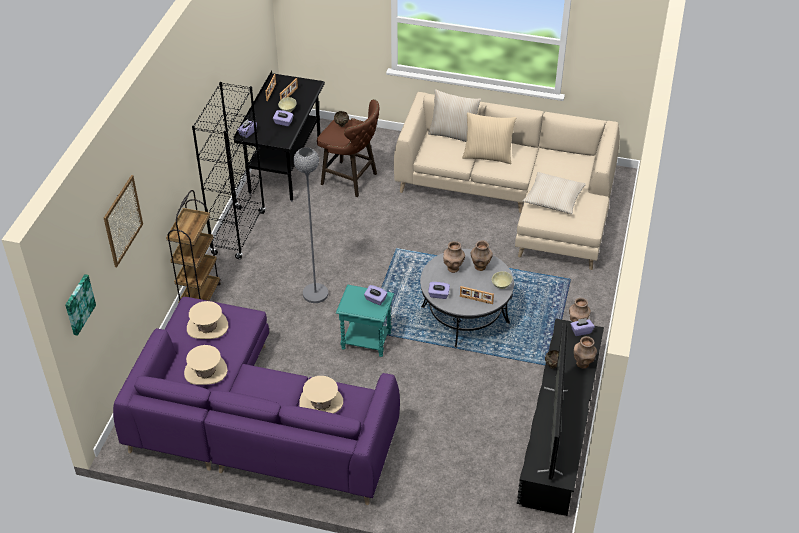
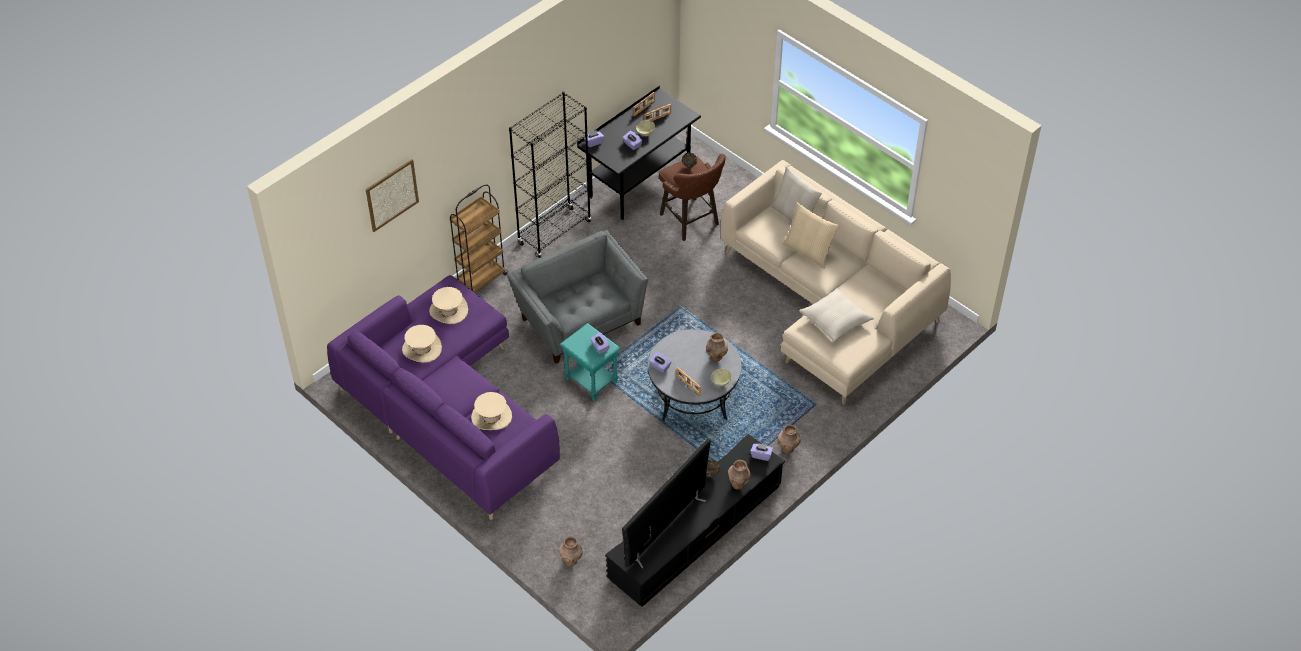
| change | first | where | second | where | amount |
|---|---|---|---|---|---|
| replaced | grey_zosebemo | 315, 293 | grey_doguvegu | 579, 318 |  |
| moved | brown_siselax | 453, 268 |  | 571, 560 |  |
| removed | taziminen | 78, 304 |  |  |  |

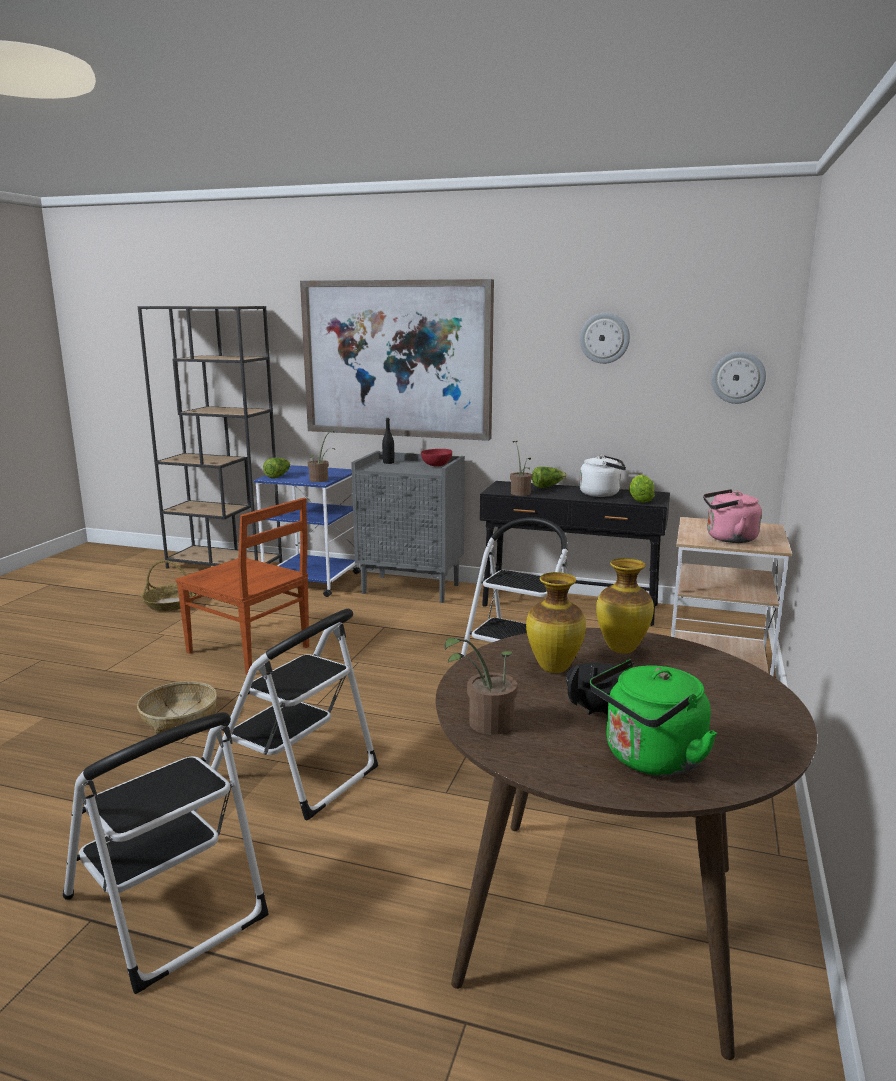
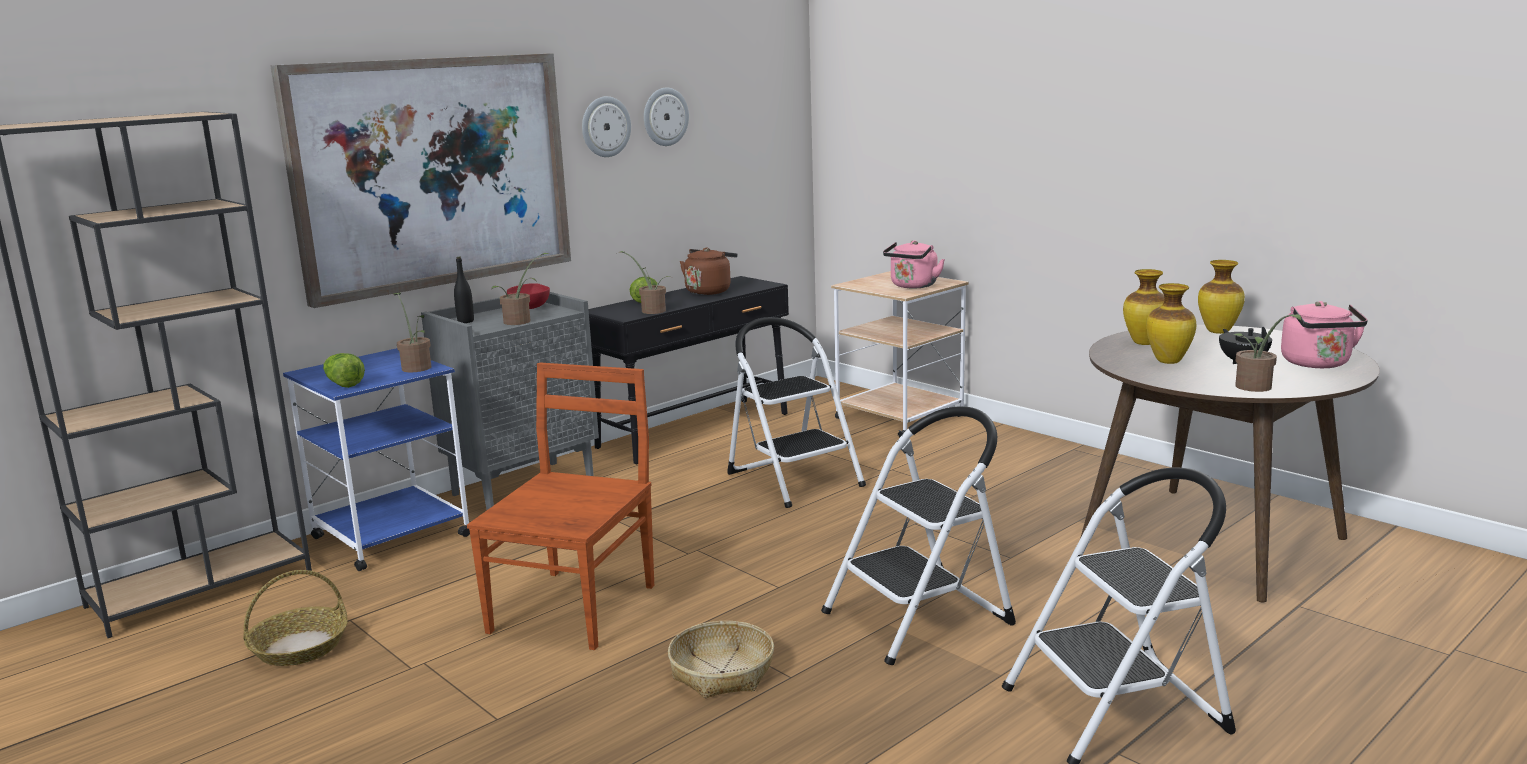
| change | first | where | second | where | amount |
|---|---|---|---|---|---|
| turned | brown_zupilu | 250, 650 |  | 575, 606 | 45 degrees counterclockwise |
| added |  |  | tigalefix | 521, 321 |  |
| moved | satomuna | 738, 377 |  | 605, 126 |  |
| recoloured | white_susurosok | 602, 494 | brown_susurosok | 709, 291 |  |
| added |  |  | siselax | 1219, 332 |  |
| recoloured | green_susurosok | 650, 759 | pink_susurosok | 1318, 364 |  |
| removed | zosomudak | 639, 500 |  |  |  |

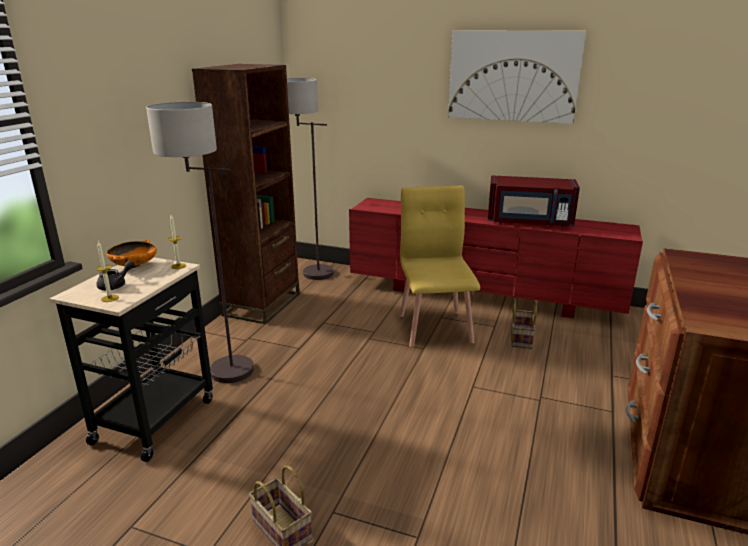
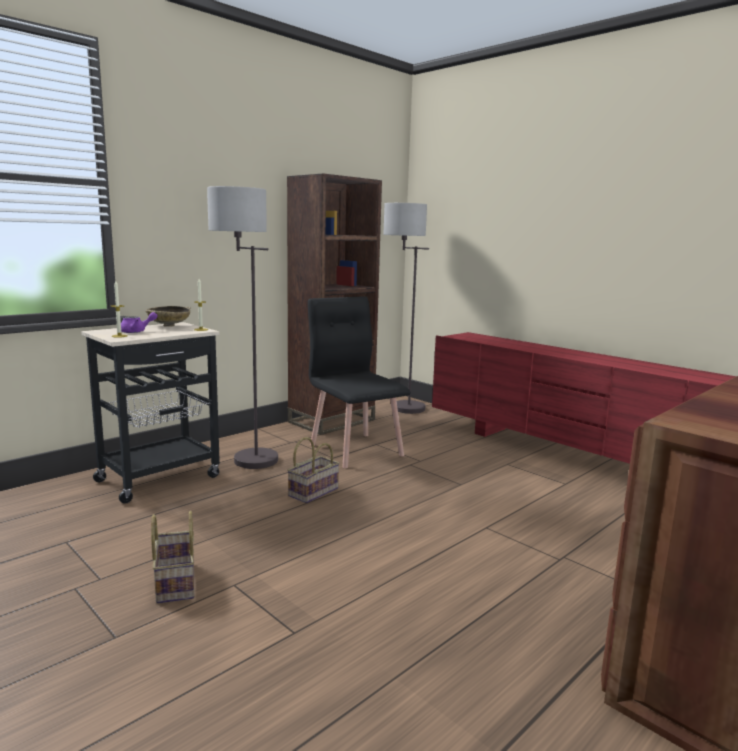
| change | first | where | second | where | amount |
|---|---|---|---|---|---|
| recoloured | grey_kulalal | 116, 285 | purple_kulalal | 137, 331 |  |
| recoloured | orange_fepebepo | 134, 266 | beige_fepebepo | 169, 326 |  |
| moved | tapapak | 520, 338 |  | 313, 491 |  |
| added |  |  | black_zupilu | 356, 449 |  |
| removed | yellow_zupilu | 435, 328 |  |  |  |
| removed | taziminen | 513, 76 |  |  |  |
| removed | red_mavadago | 529, 222 |  |  |  |

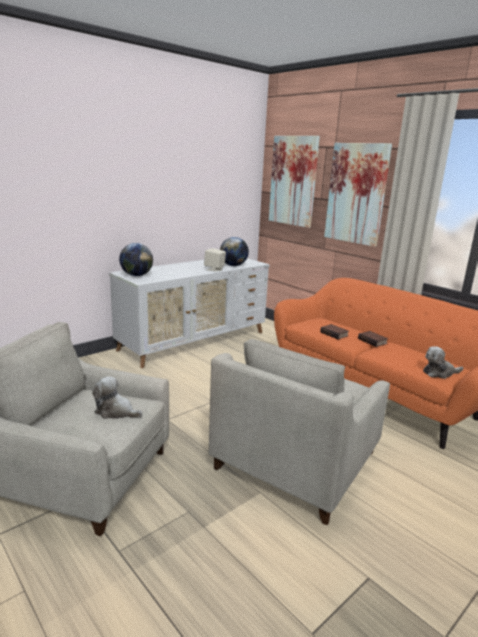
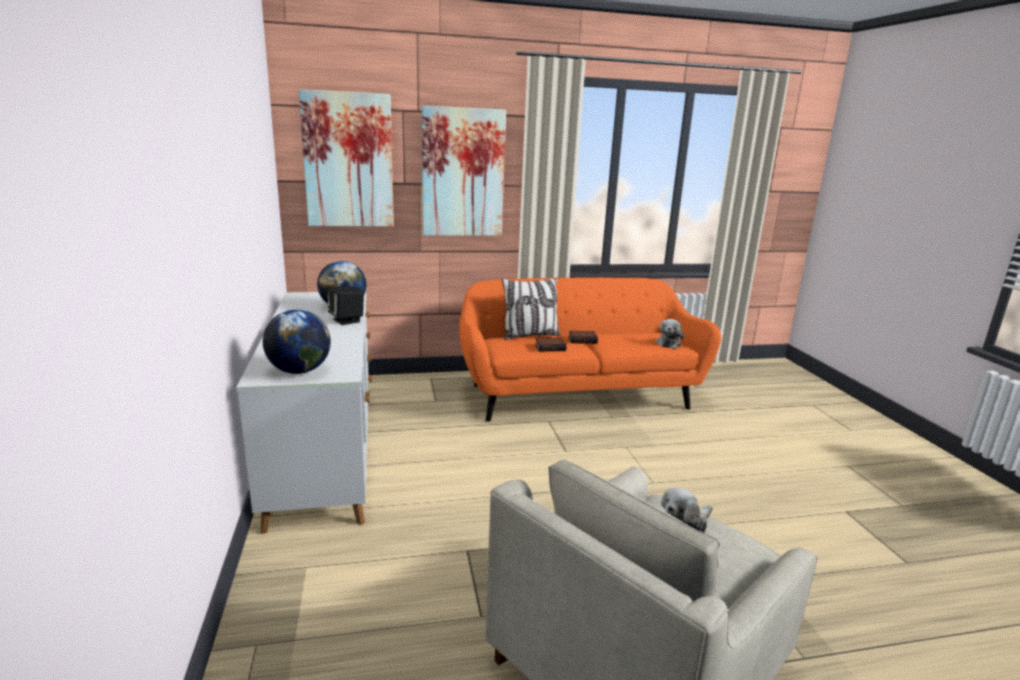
| change | first | where | second | where | amount |
|---|---|---|---|---|---|
| recoloured | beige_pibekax | 214, 269 | black_pibekax | 347, 320 |  |
| added |  |  | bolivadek | 530, 335 |  |
| removed | beige_doguvegu | 298, 460 |  |  |  |

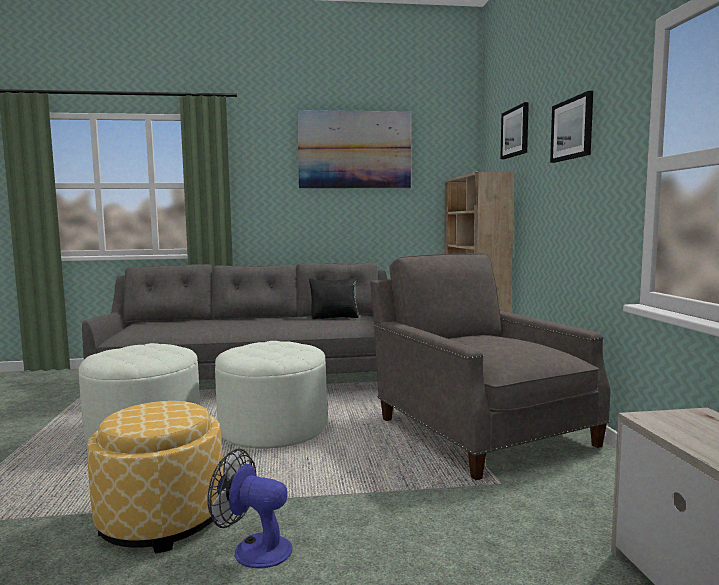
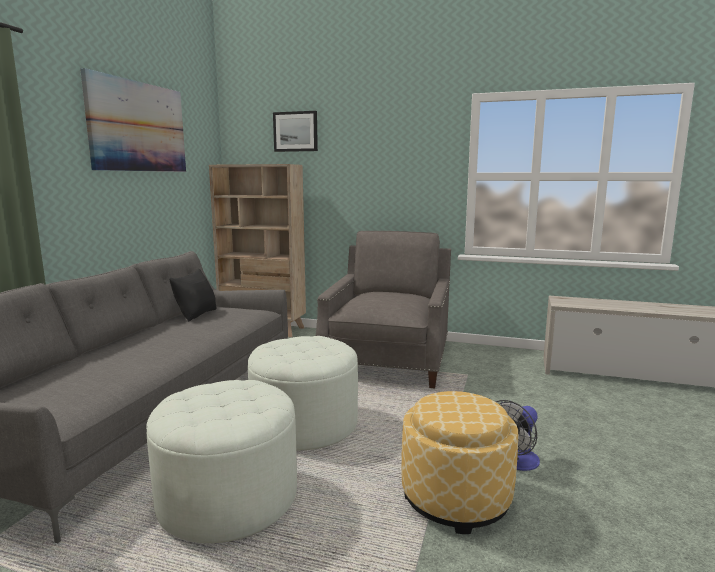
| change | first | where | second | where | amount |
|---|---|---|---|---|---|
| turned | grey_doguvegu | 481, 430 |  | 388, 359 | 105 degrees clockwise |
| removed | taziminen | 572, 129 |  |  |  |

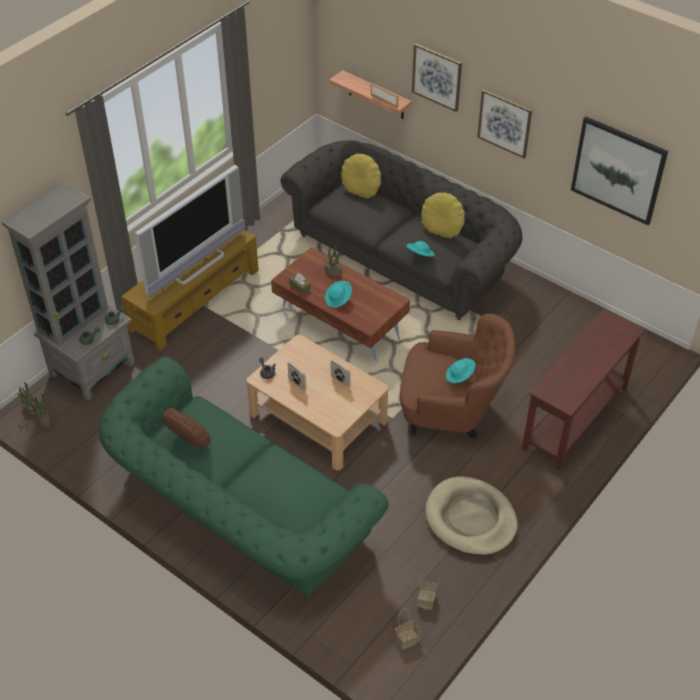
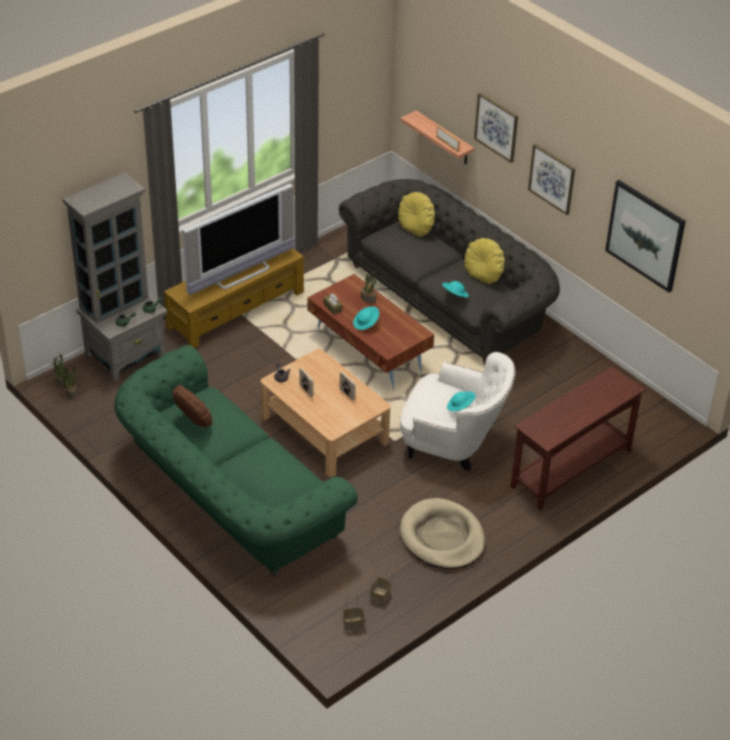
| change | first | where | second | where | amount |
|---|---|---|---|---|---|
| recoloured | brown_doguvegu | 452, 411 | white_doguvegu | 453, 444 |  |

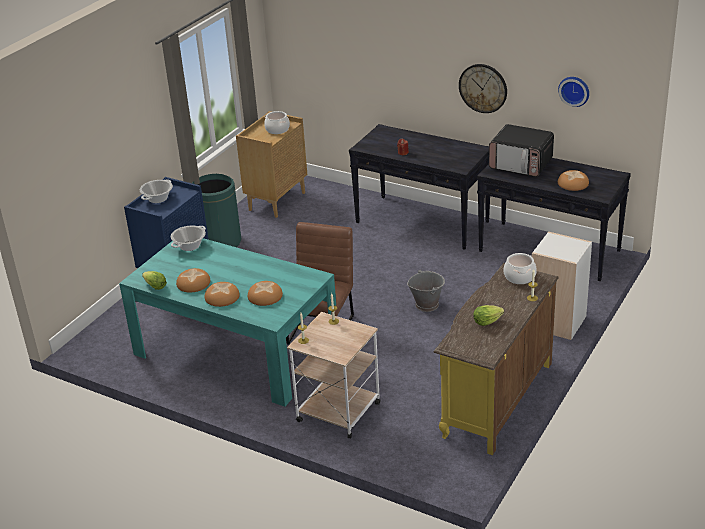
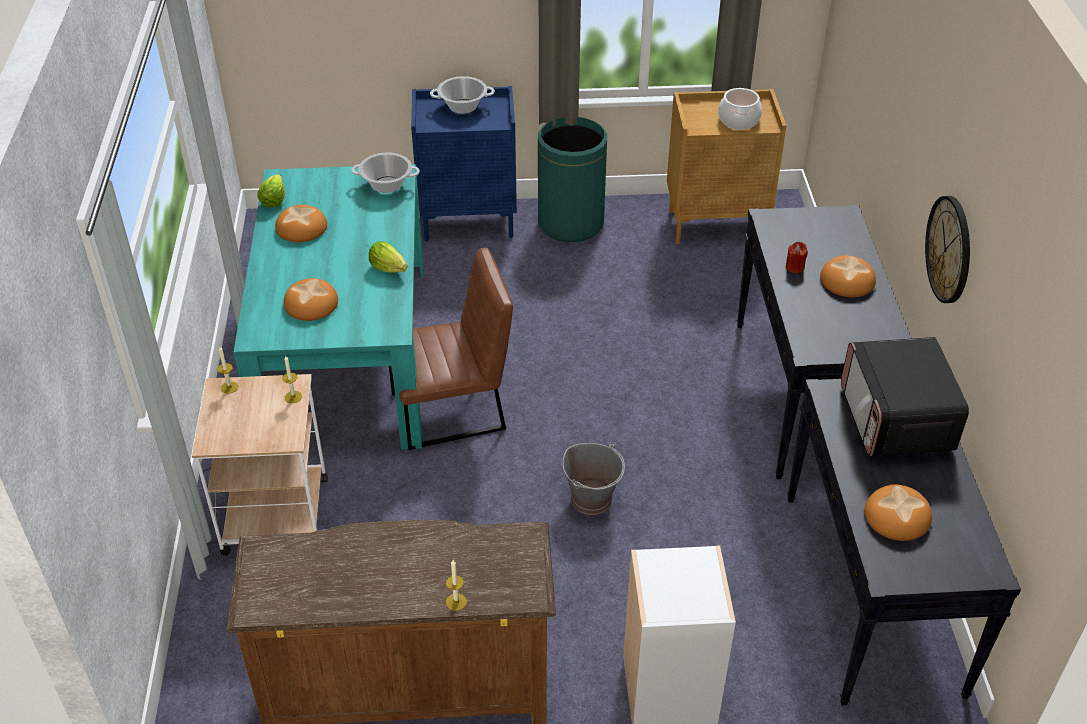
| change | first | where | second | where | amount |
|---|---|---|---|---|---|
| moved | zosomudak | 486, 322 |  | 388, 268 |  |
| moved | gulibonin | 221, 297 |  | 846, 280 |  |
| removed | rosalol | 519, 277 |  |  |  |
| removed | satomuna | 574, 90 |  |  |  |

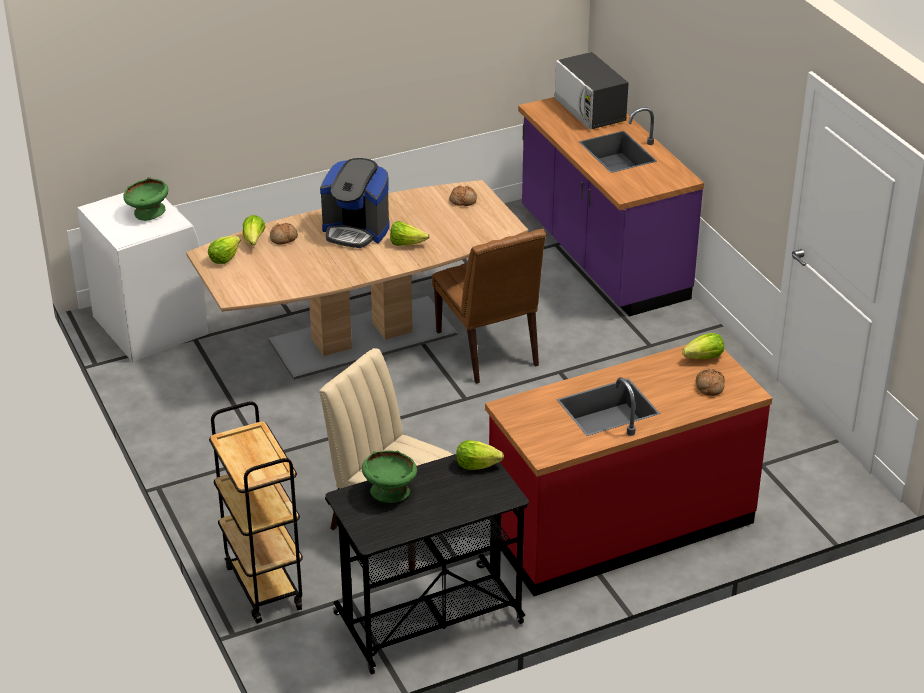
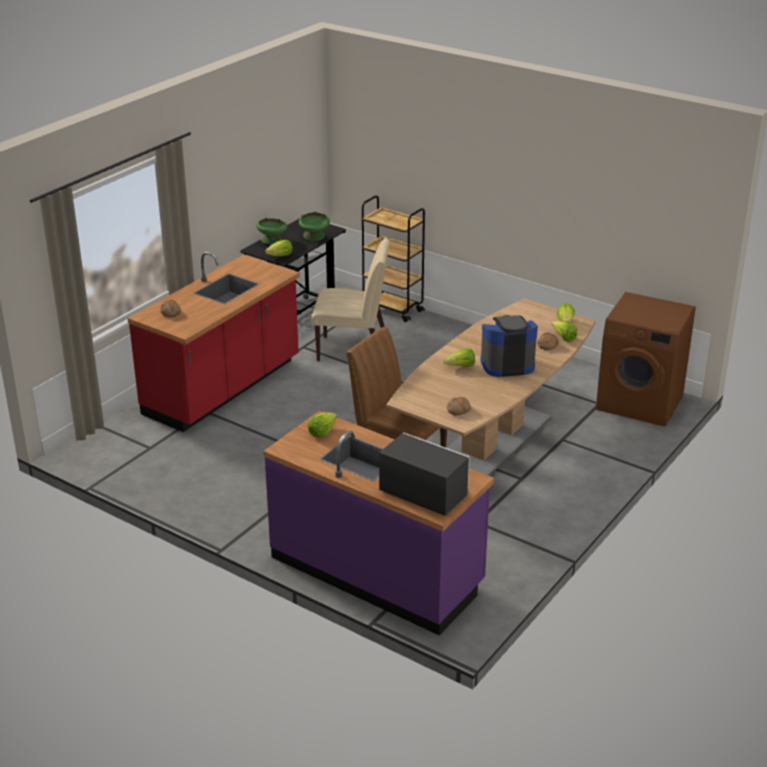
| change | first | where | second | where | amount |
|---|---|---|---|---|---|
| moved | green_fepebepo | 148, 214 |  | 272, 241 |  |
| moved | zosomudak | 704, 358 |  | 321, 432 |  |
| recoloured | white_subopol | 152, 324 | brown_subopol | 639, 403 |  |

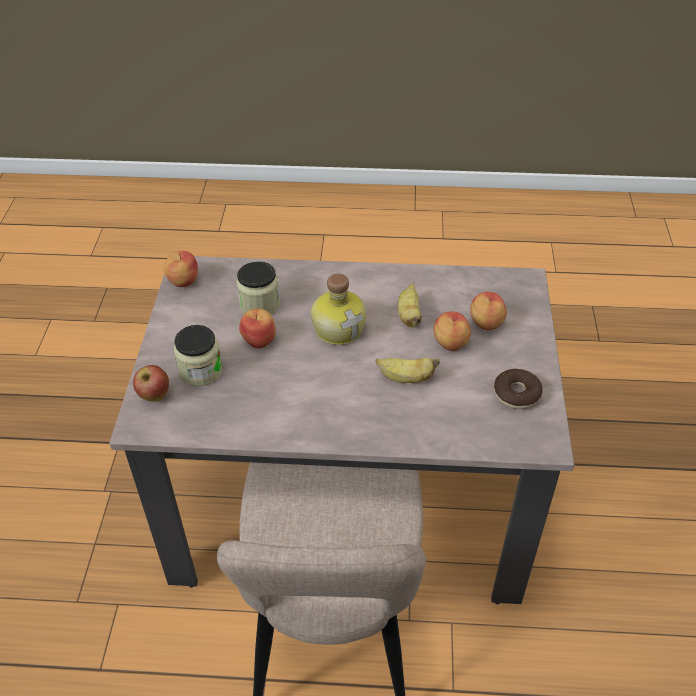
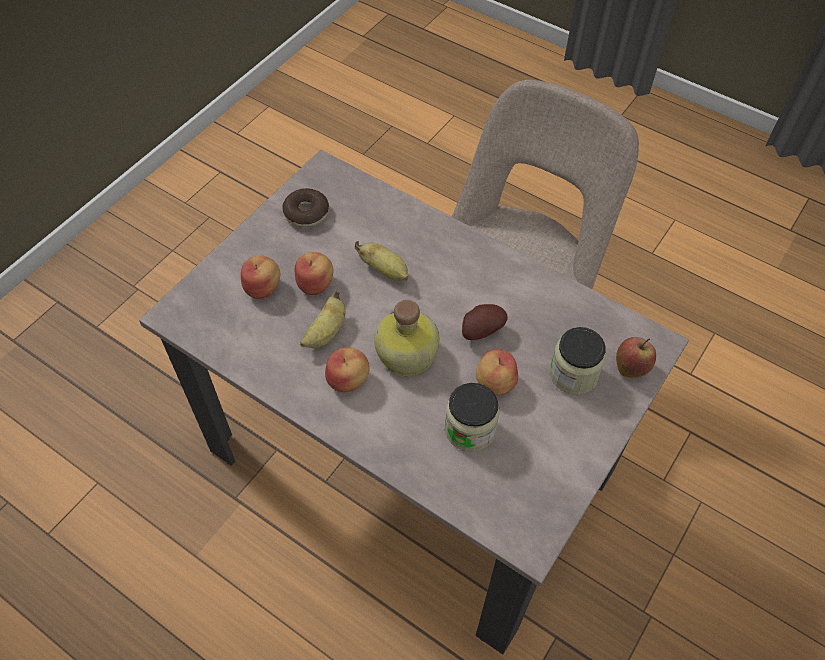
| change | first | where | second | where | amount |
|---|---|---|---|---|---|
| moved | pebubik | 183, 280 |  | 348, 380 |  |
| added |  |  | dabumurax | 480, 330 |  |

